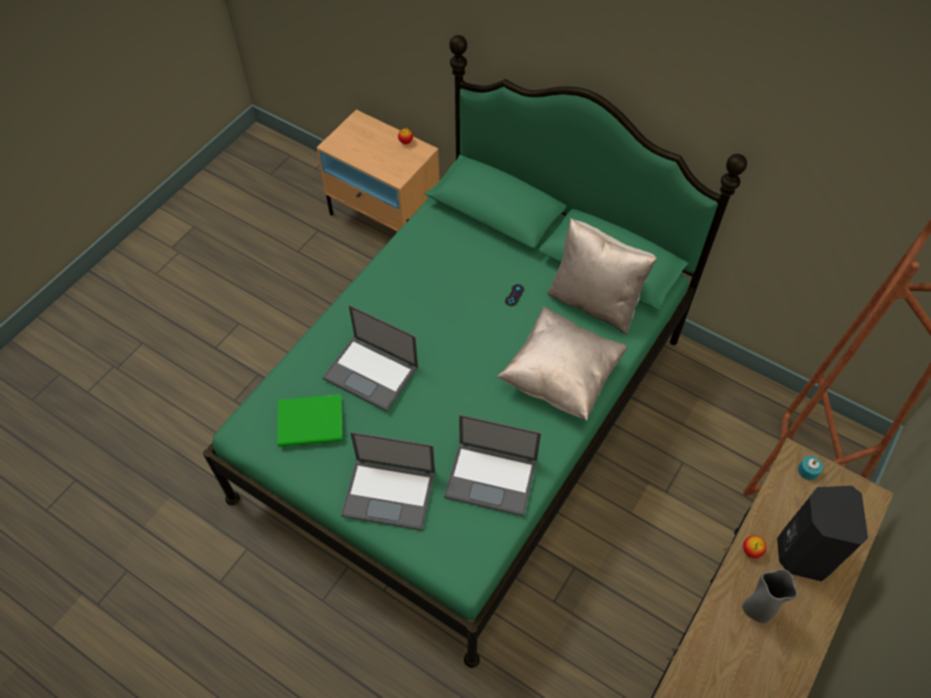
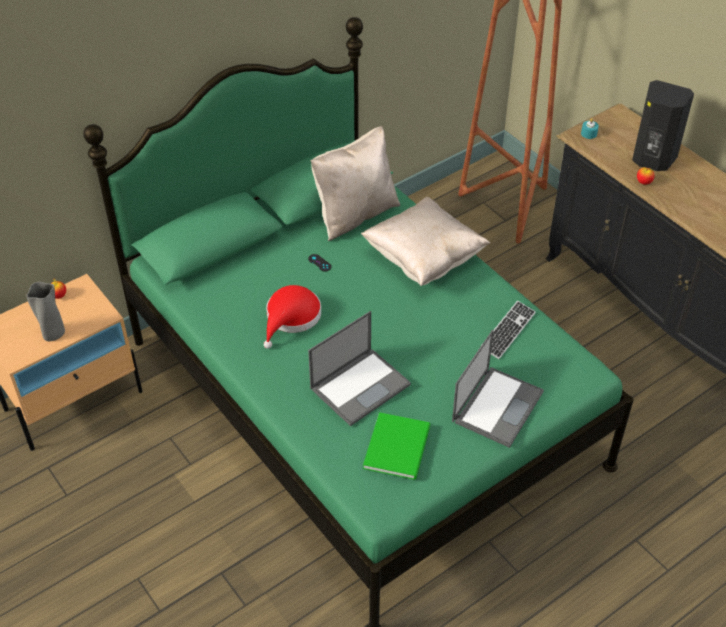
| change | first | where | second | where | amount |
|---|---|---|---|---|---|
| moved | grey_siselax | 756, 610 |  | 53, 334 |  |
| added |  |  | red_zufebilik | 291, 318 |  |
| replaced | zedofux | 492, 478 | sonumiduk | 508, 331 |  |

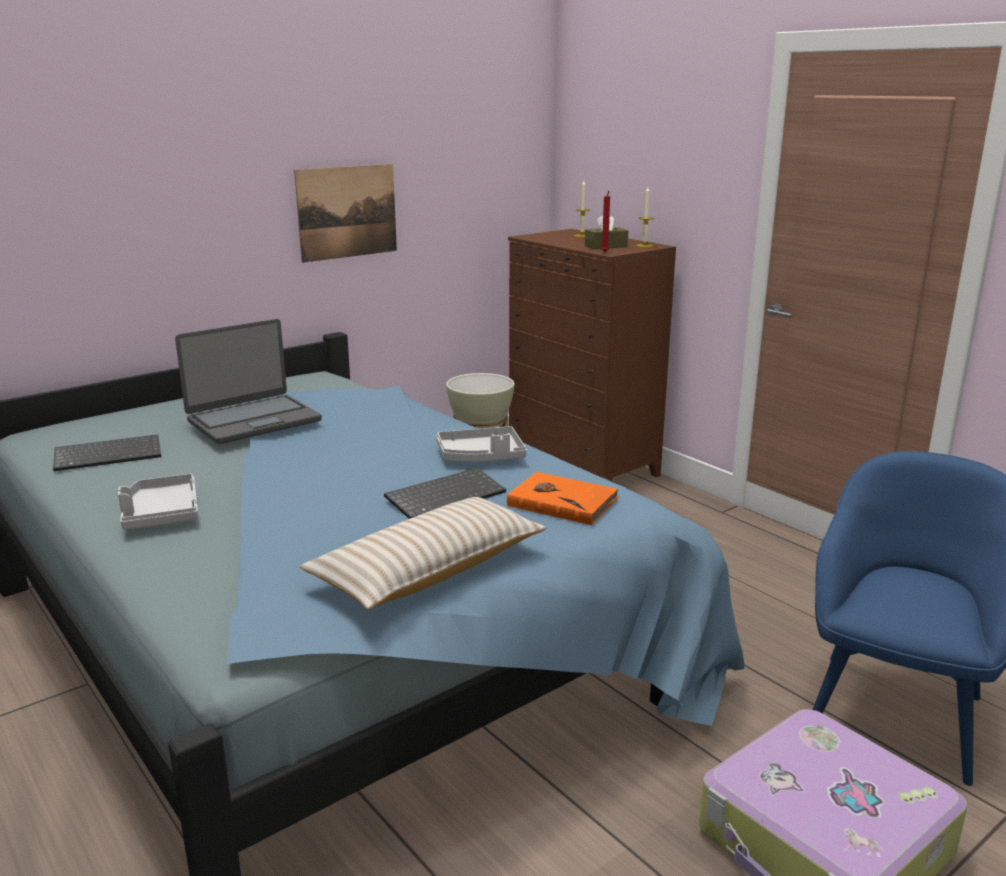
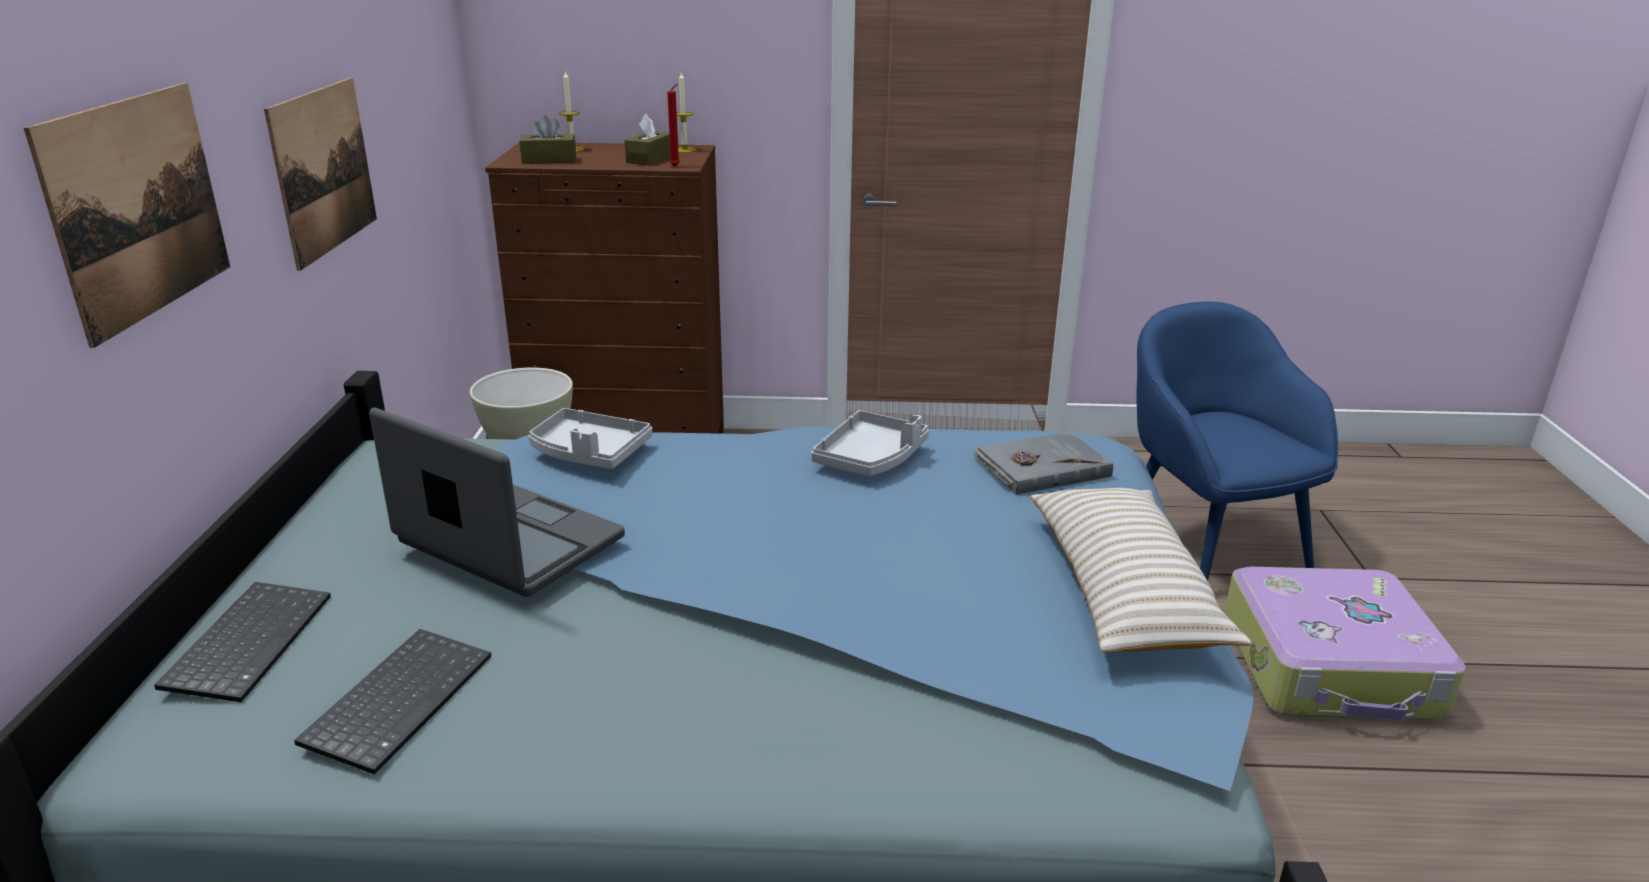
| change | first | where | second | where | amount |
|---|---|---|---|---|---|
| added |  |  | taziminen | 139, 207 |  |
| moved | sonumiduk | 446, 495 |  | 248, 641 |  |
| turned | zedofux | 253, 420 |  | 508, 542 | 60 degrees counterclockwise |
| added |  |  | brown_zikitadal | 549, 160 |  |
| moved | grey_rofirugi | 161, 514 |  | 589, 453 |  |
| recoloured | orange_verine | 562, 501 | grey_verine | 1041, 467 |  |

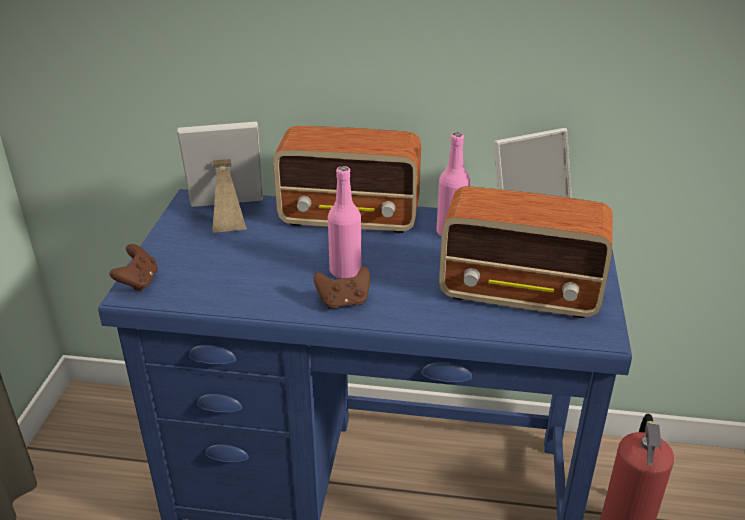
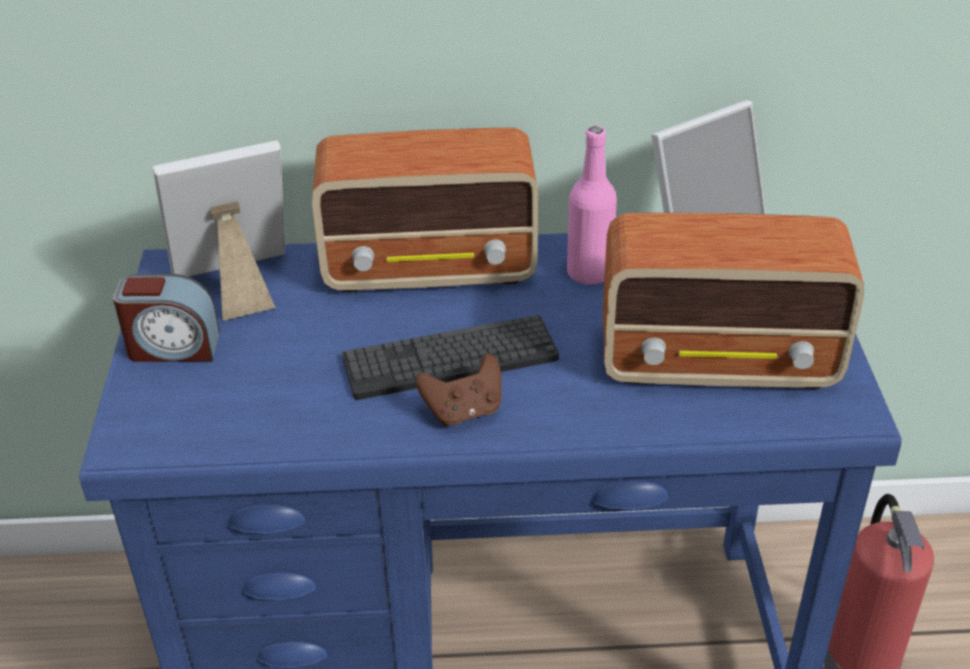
| change | first | where | second | where | amount |
|---|---|---|---|---|---|
| added |  |  | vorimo | 173, 347 |  |
| replaced | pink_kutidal | 345, 271 | sonumiduk | 450, 359 |  |
| removed | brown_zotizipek | 138, 282 |  |  |  |

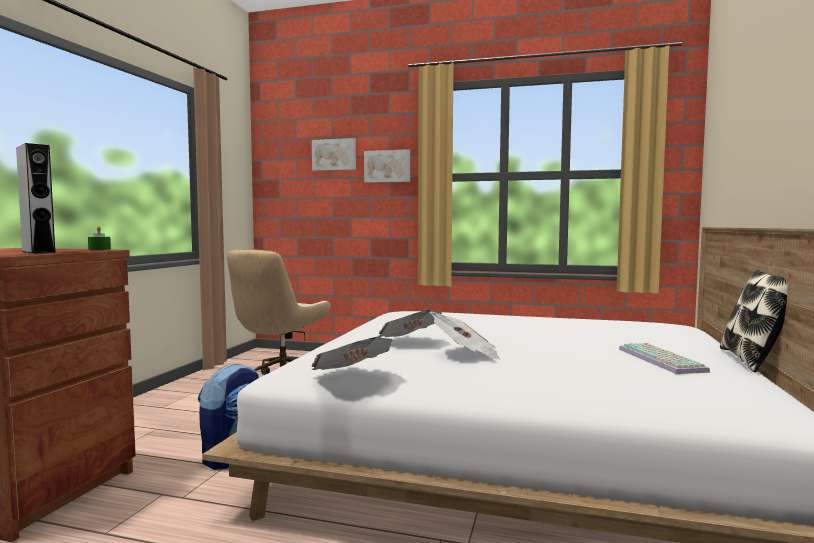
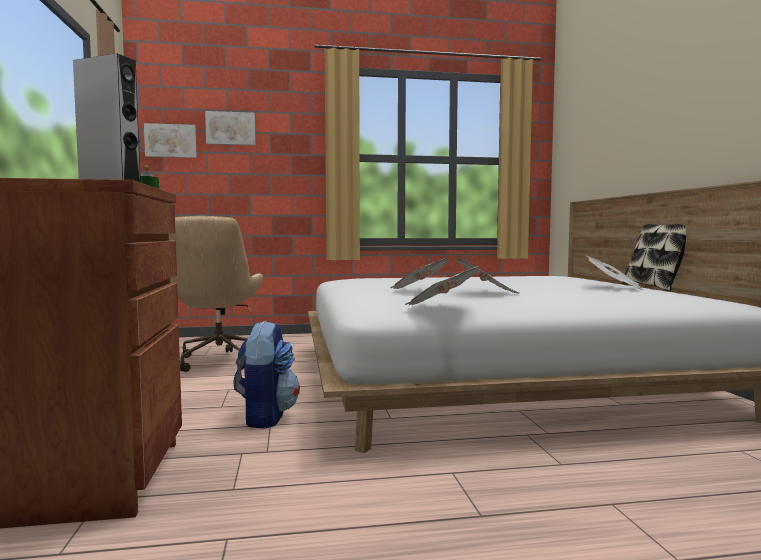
| change | first | where | second | where | amount |
|---|---|---|---|---|---|
| moved | taziminen | 387, 166 |  | 171, 141 |  |
| replaced | sonumiduk | 663, 360 | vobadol | 614, 288 |  |

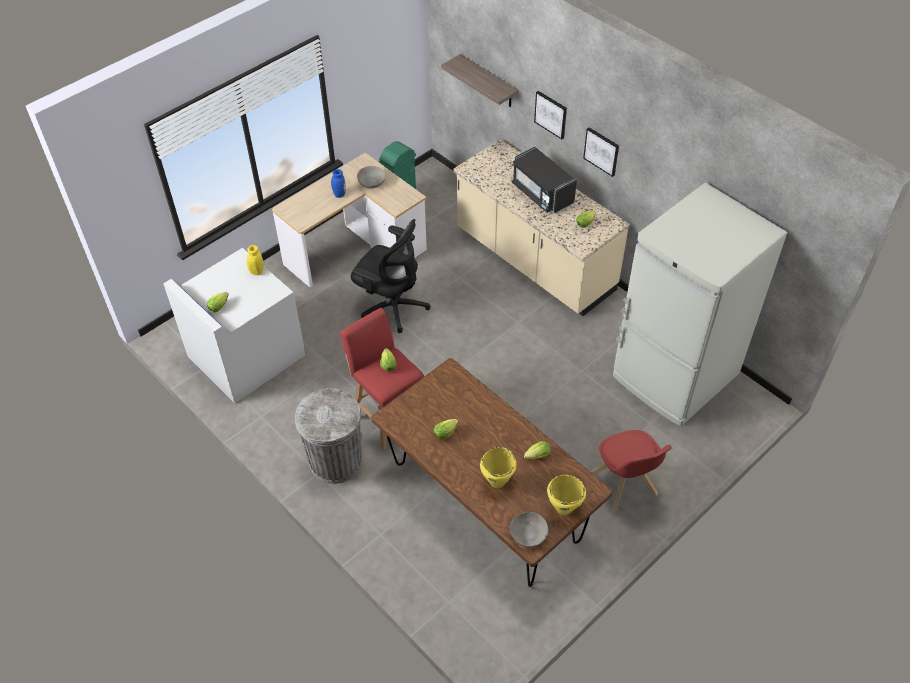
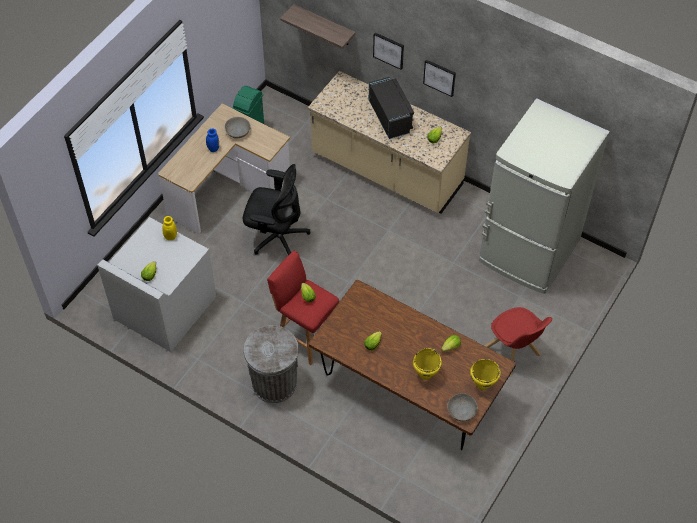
| change | first | where | second | where | amount |
|---|---|---|---|---|---|
| turned | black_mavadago | 541, 193 |  | 390, 117 | 150 degrees counterclockwise |

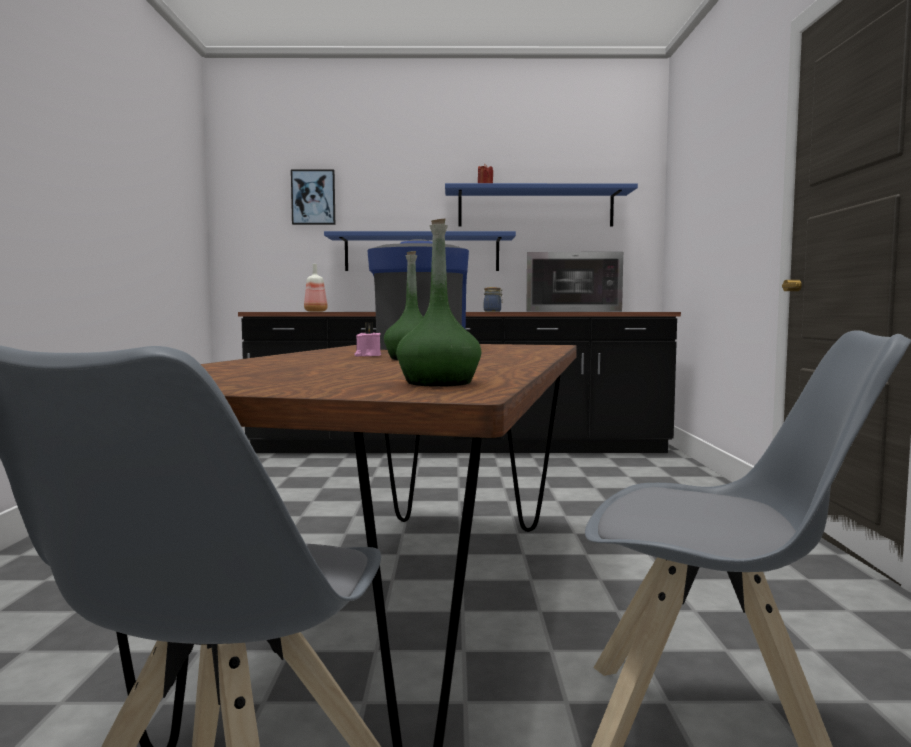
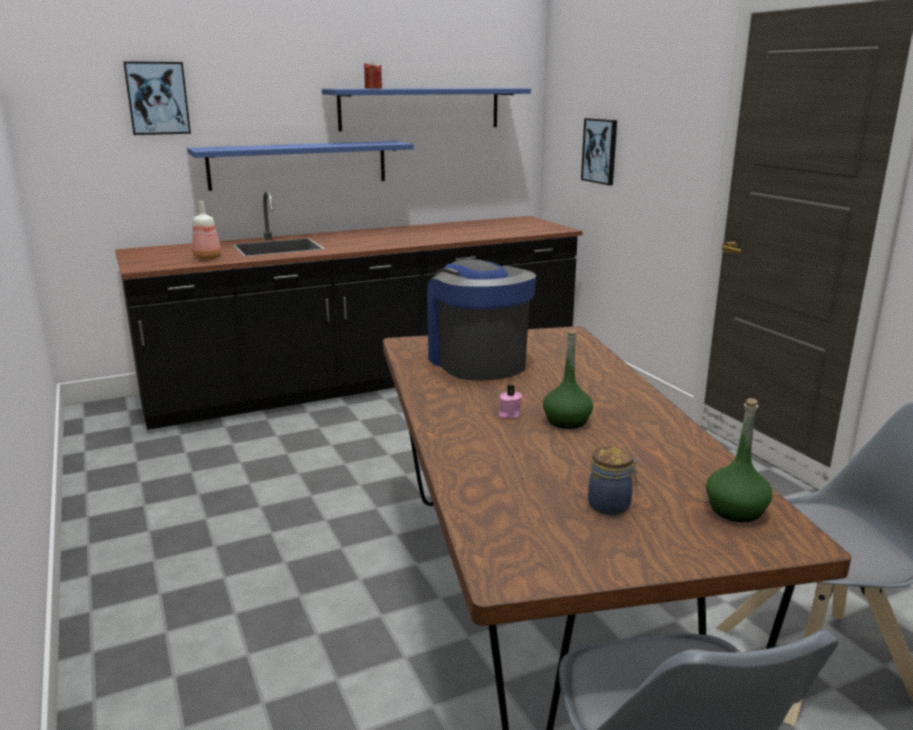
| change | first | where | second | where | amount |
|---|---|---|---|---|---|
| added |  |  | taziminen | 600, 151 |  |
| moved | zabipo | 493, 311 |  | 611, 506 |  |
| removed | mavadago | 571, 311 |  |  |  |

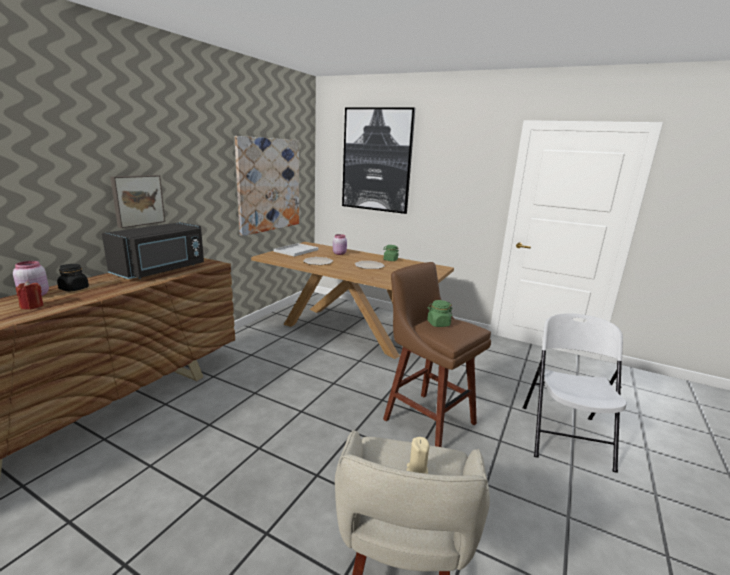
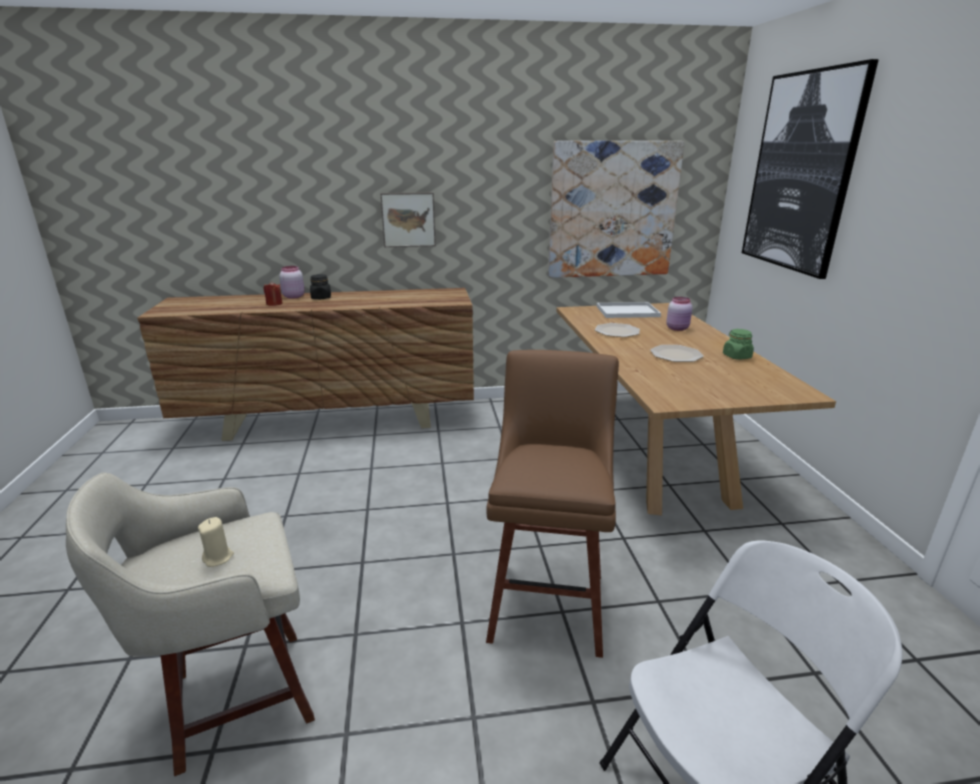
| change | first | where | second | where | amount |
|---|---|---|---|---|---|
| removed | black_mavadago | 162, 270 |  |  |  |
| removed | green_zabipo | 438, 324 |  |  |  |

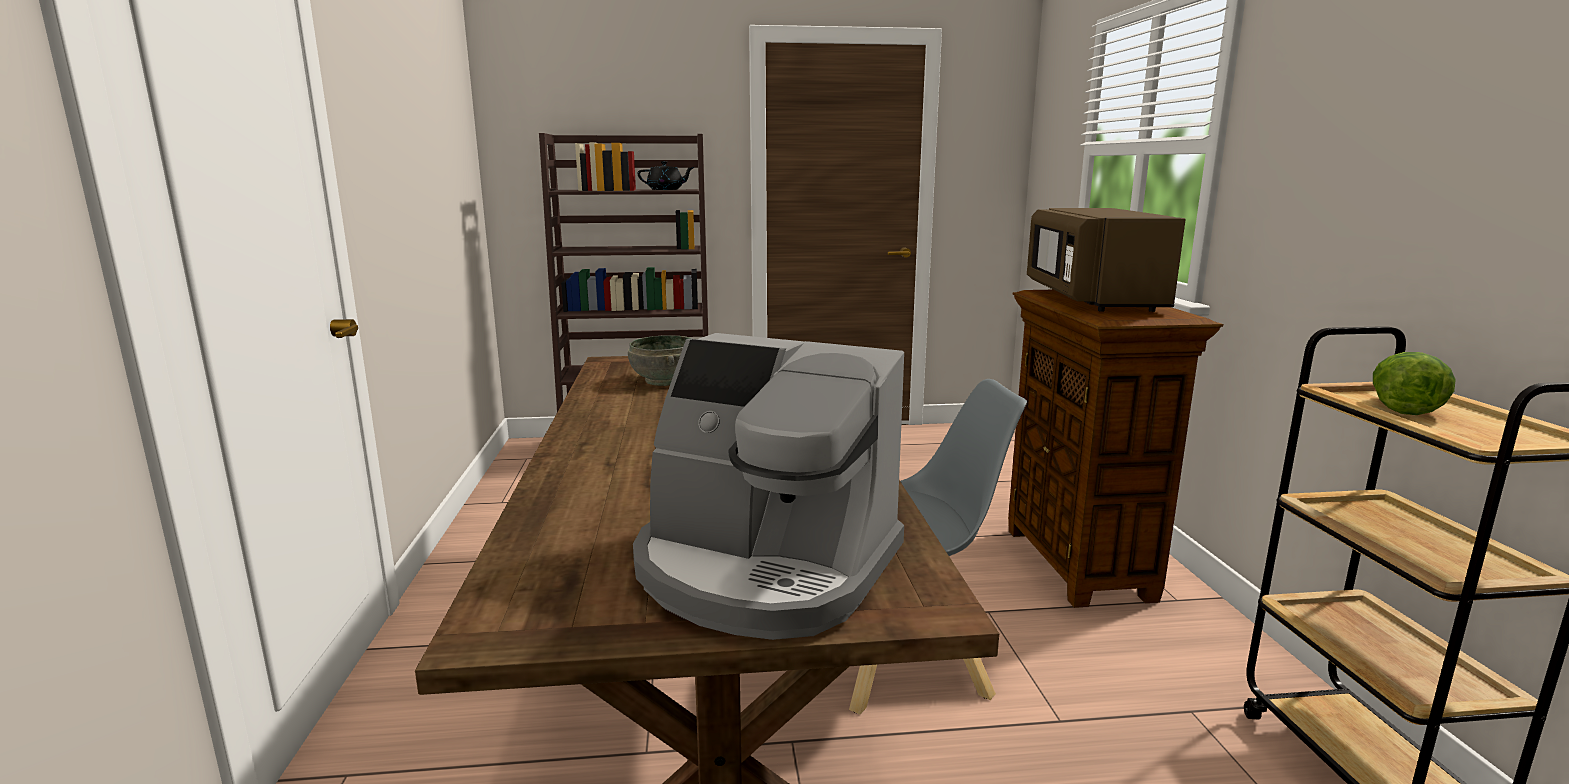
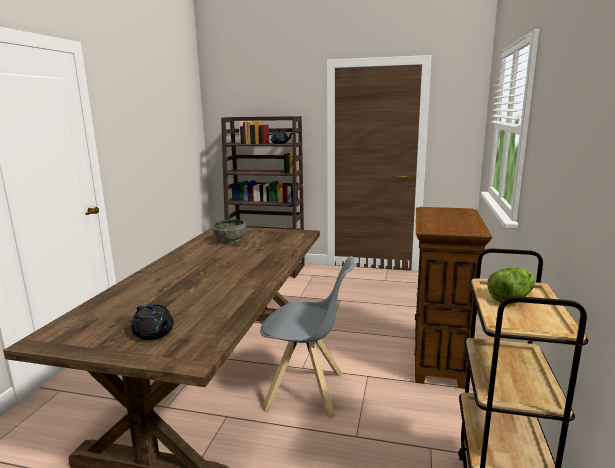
| change | first | where | second | where | amount |
|---|---|---|---|---|---|
| replaced | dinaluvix | 764, 569 | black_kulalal | 154, 333 |  |
| removed | brown_mavadago | 1091, 299 |  |  |  |

